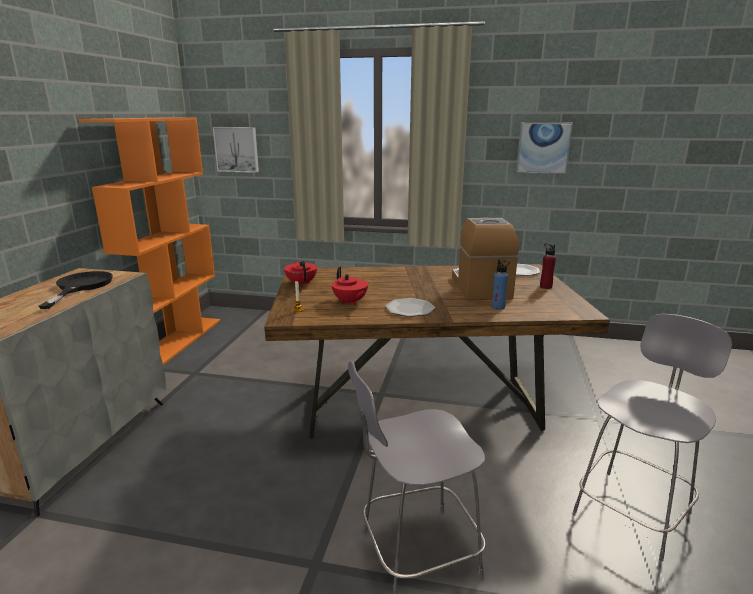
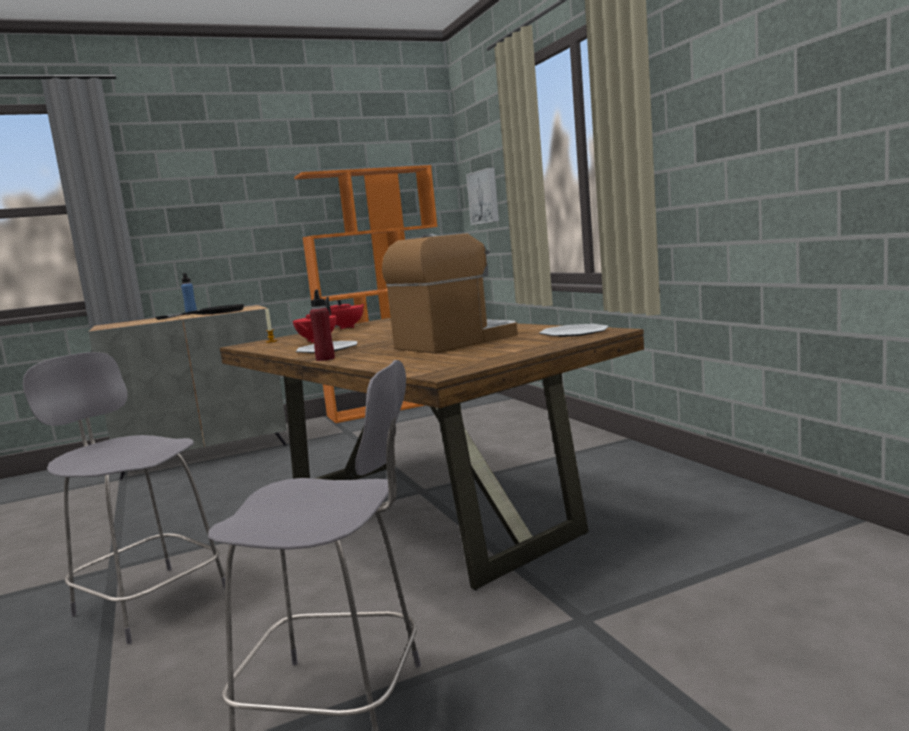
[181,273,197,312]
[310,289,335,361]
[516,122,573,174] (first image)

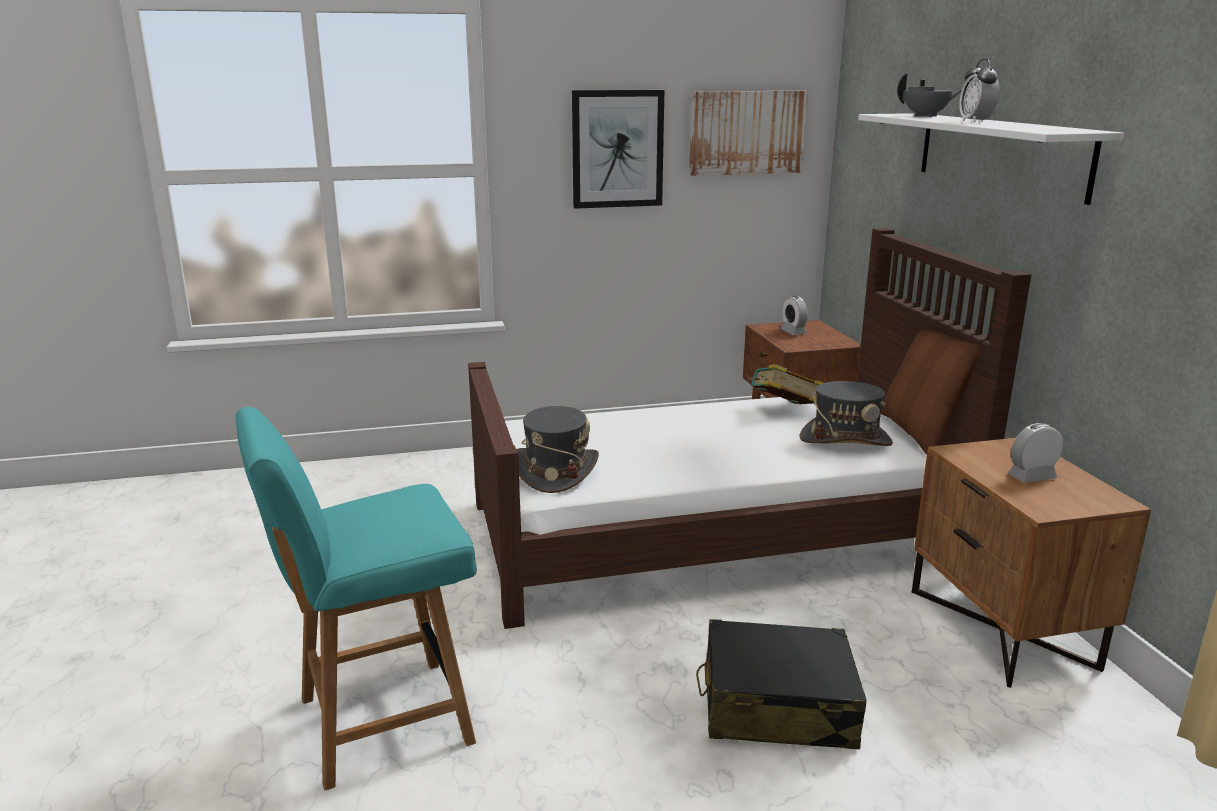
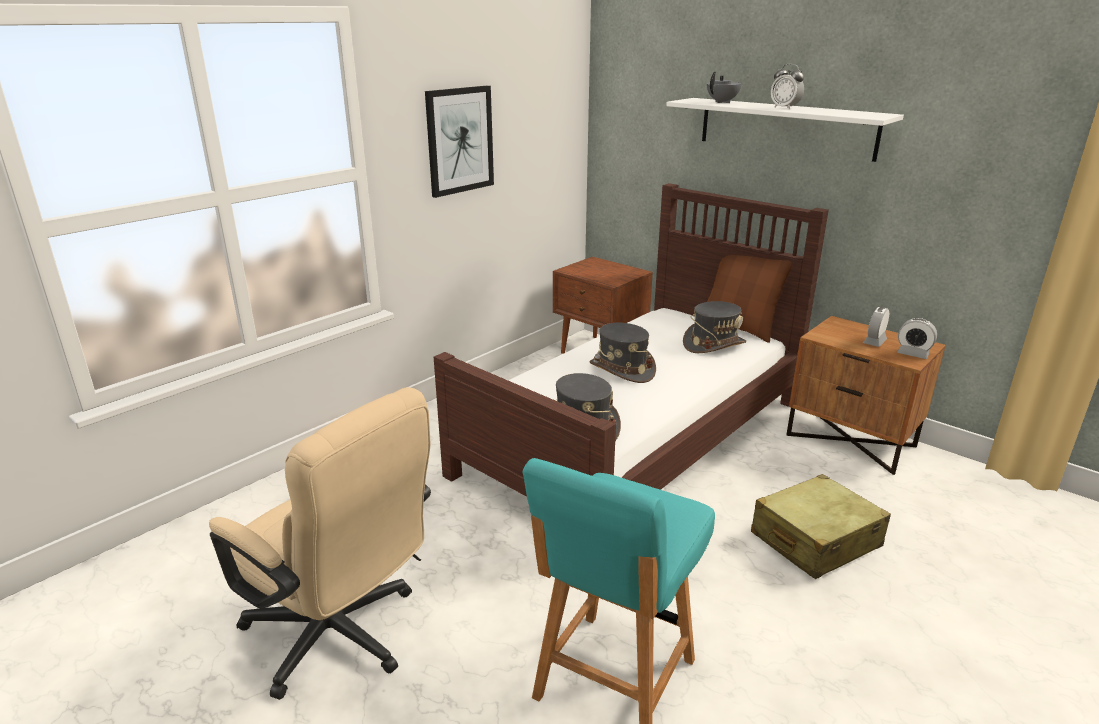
[209,387,431,700]
[590,323,656,383]
[751,474,891,579]
[897,318,937,359]
[689,91,808,176] (first image)
[748,364,823,404] (first image)

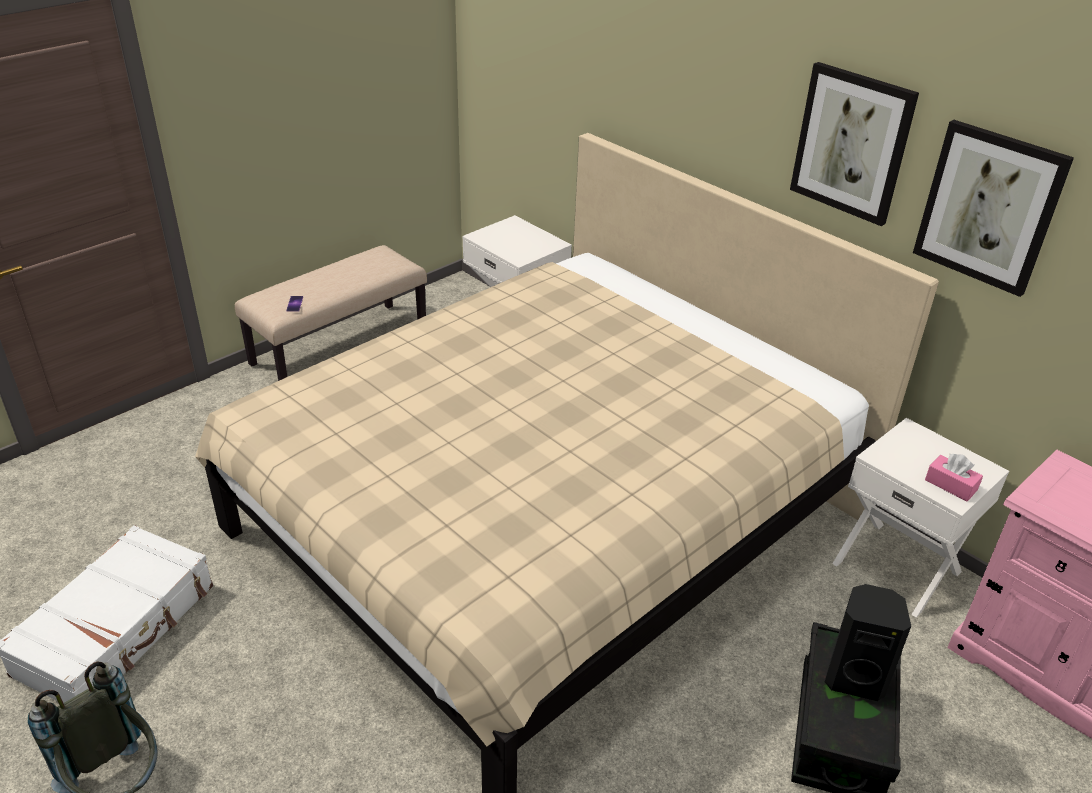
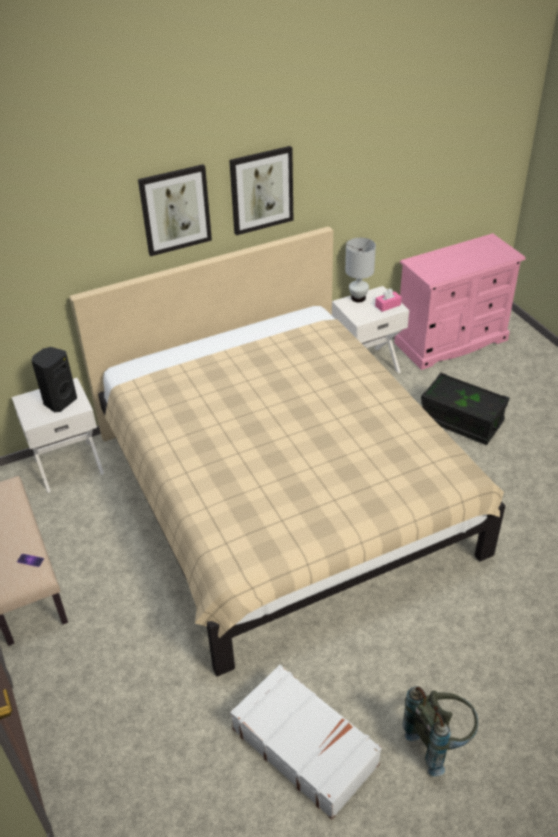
[31,347,77,412]
[138,164,212,256]
[345,238,376,302]

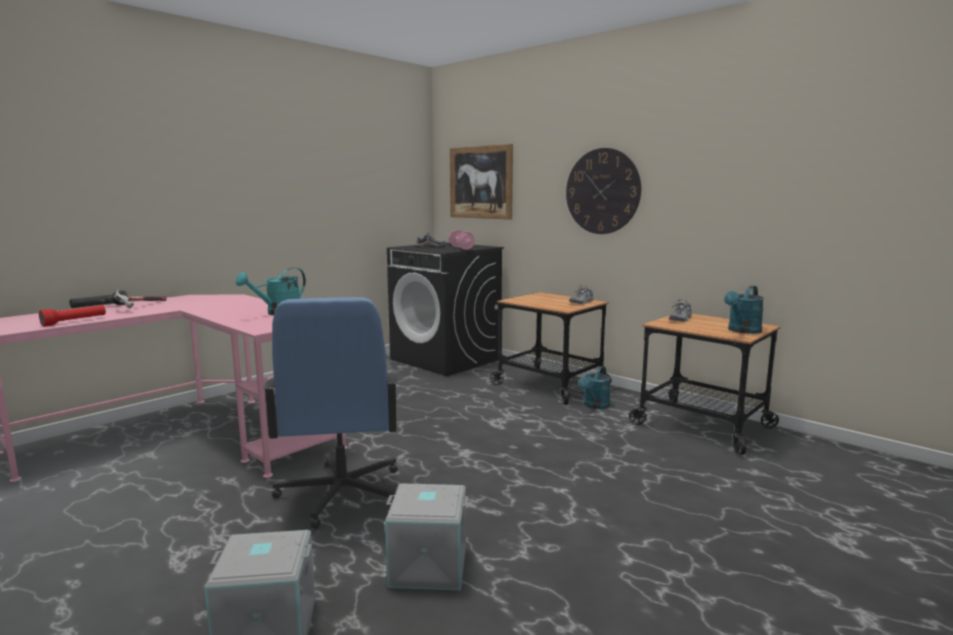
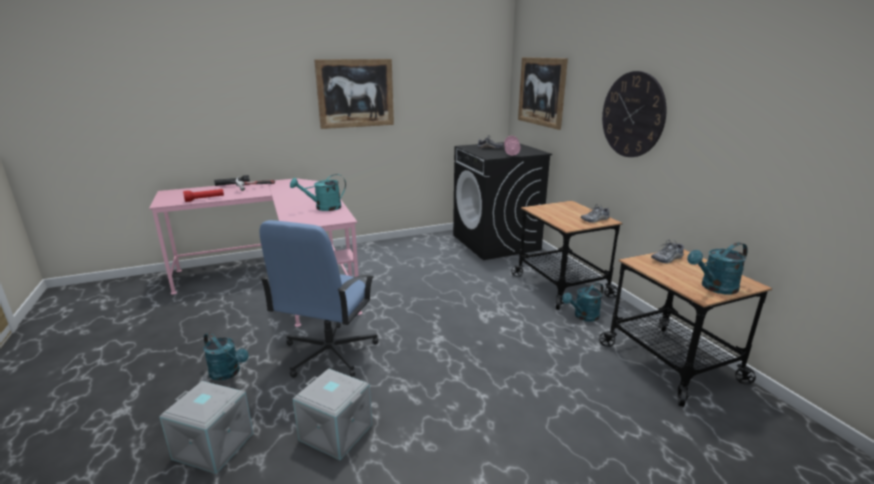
[203,332,249,381]
[314,59,394,129]

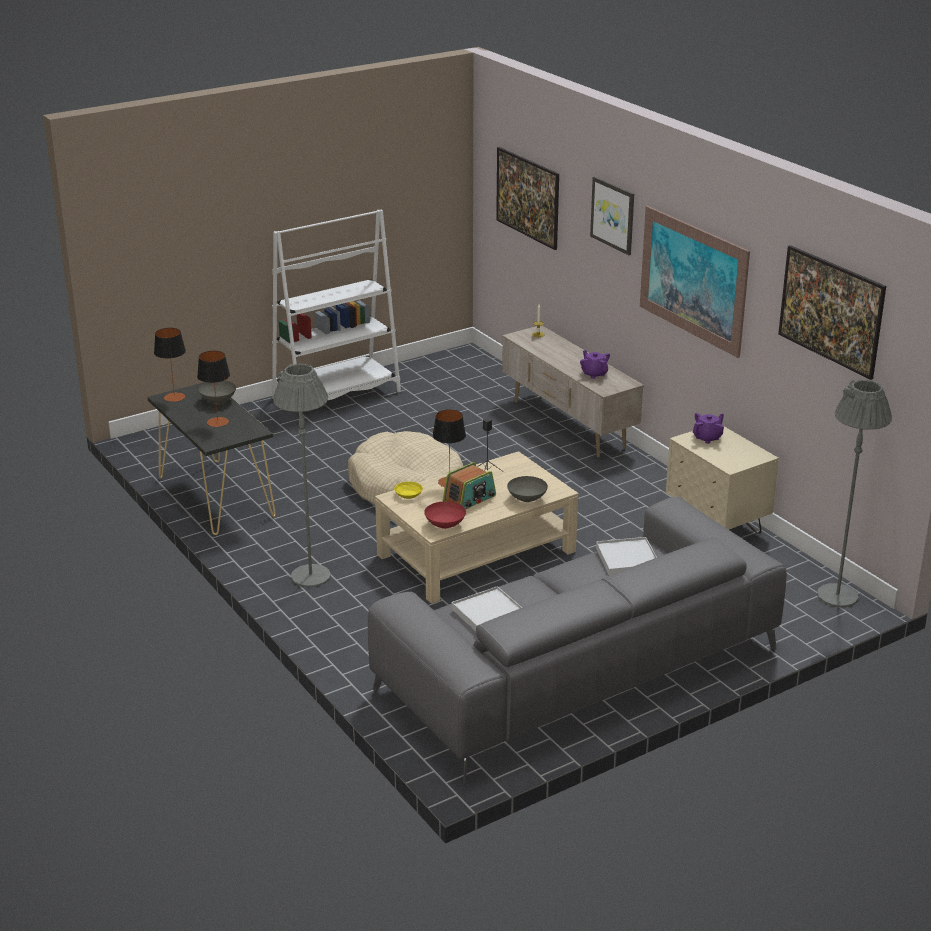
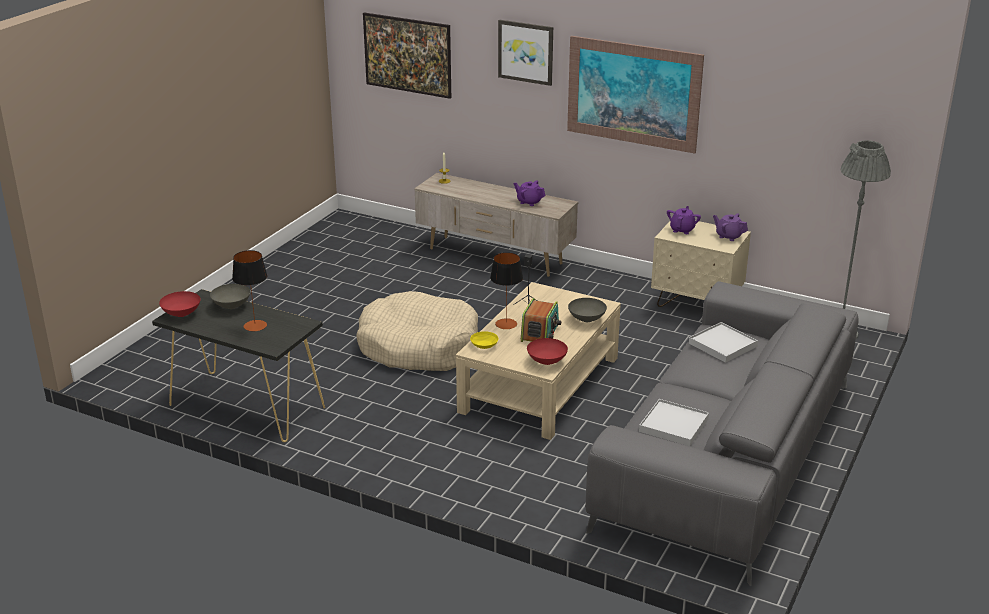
[159,291,201,317]
[713,213,748,241]
[272,210,401,416] (first image)
[273,364,331,587] (first image)
[778,245,886,380] (first image)

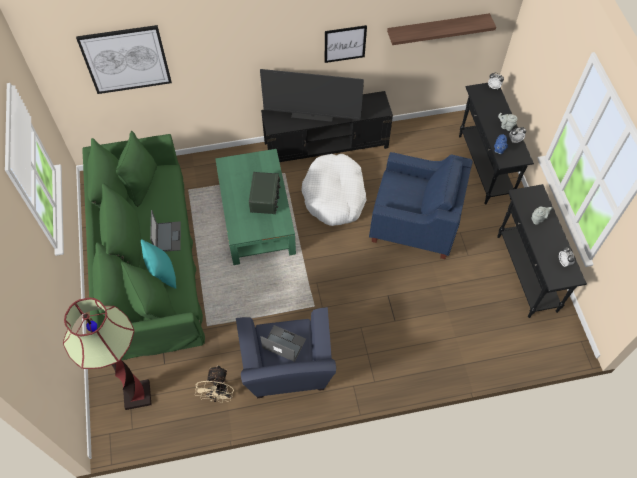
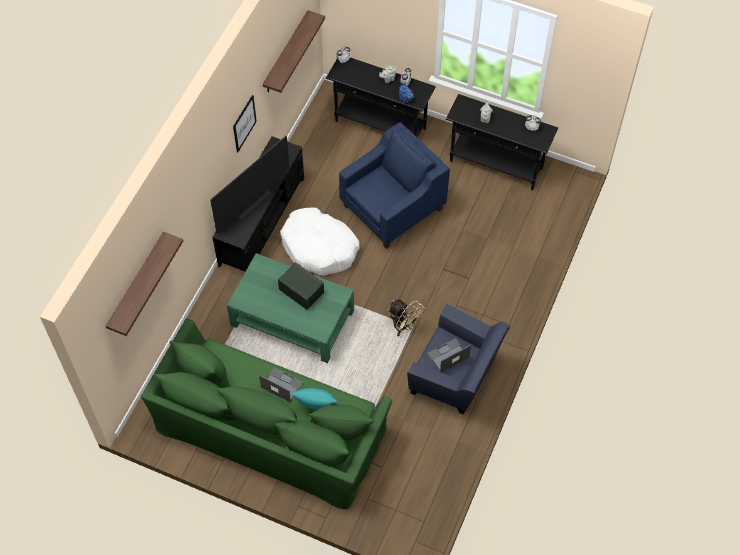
[106,232,183,336]
[388,299,424,336]
[63,298,152,410] (first image)

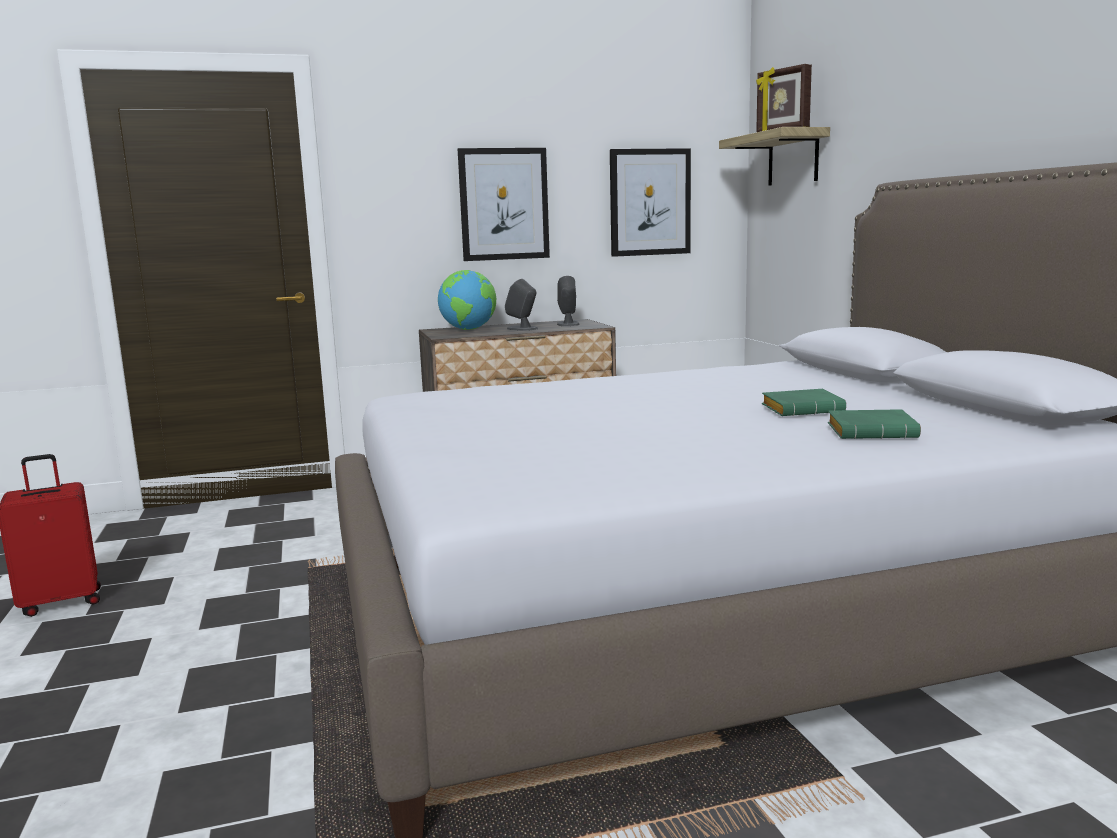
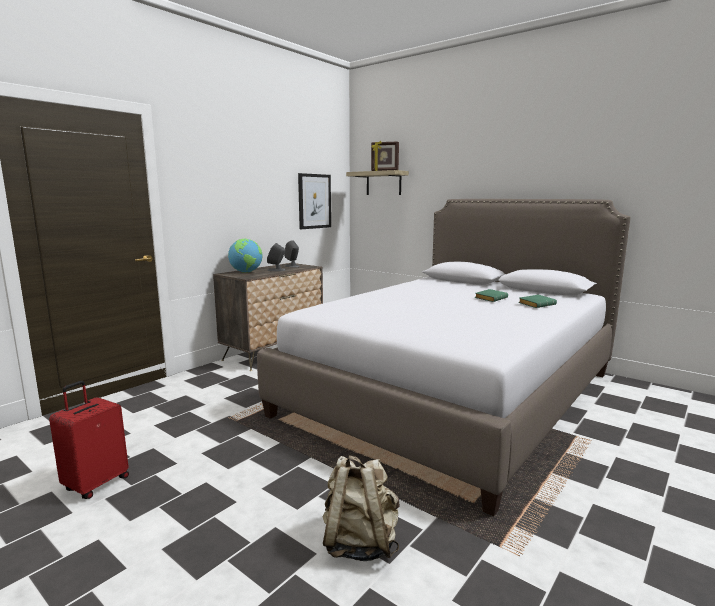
[323,455,400,561]
[458,148,550,261] (first image)

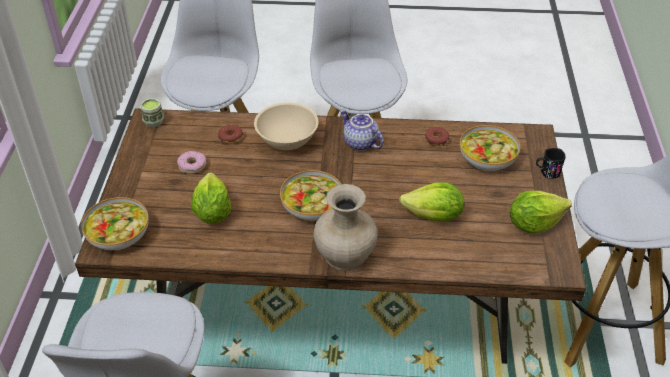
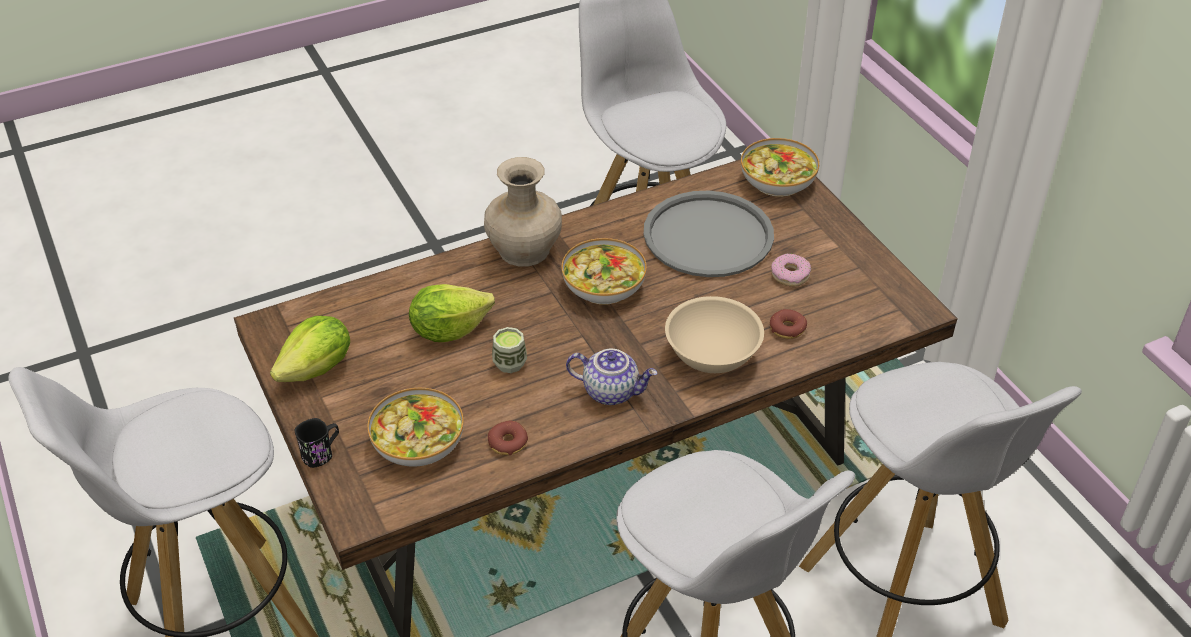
[492,327,527,373]
[644,191,774,277]

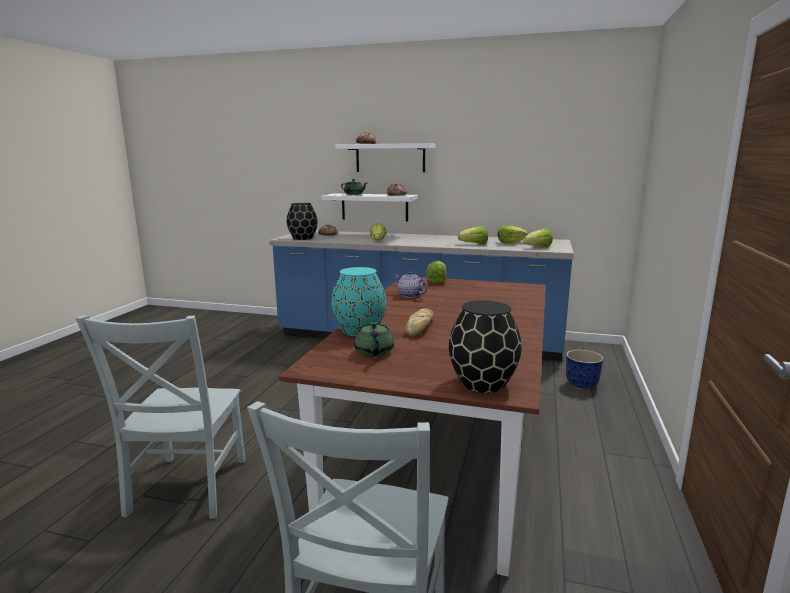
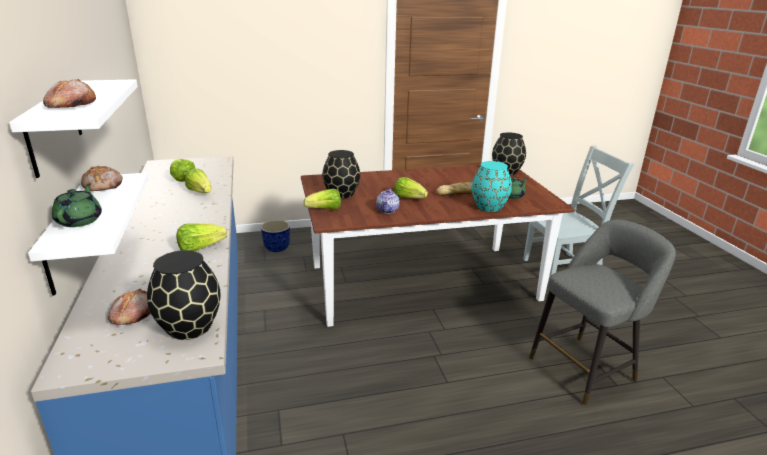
[322,150,360,199]
[394,177,428,198]
[529,220,676,405]

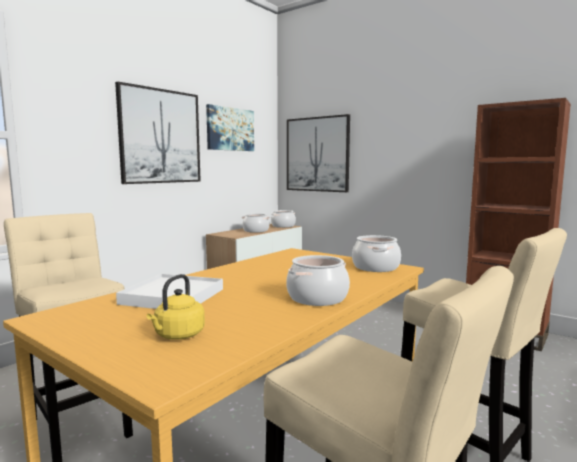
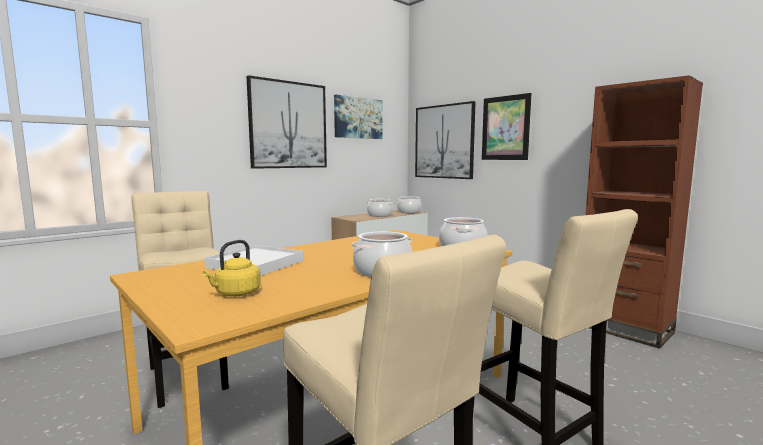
[482,93,532,160]

